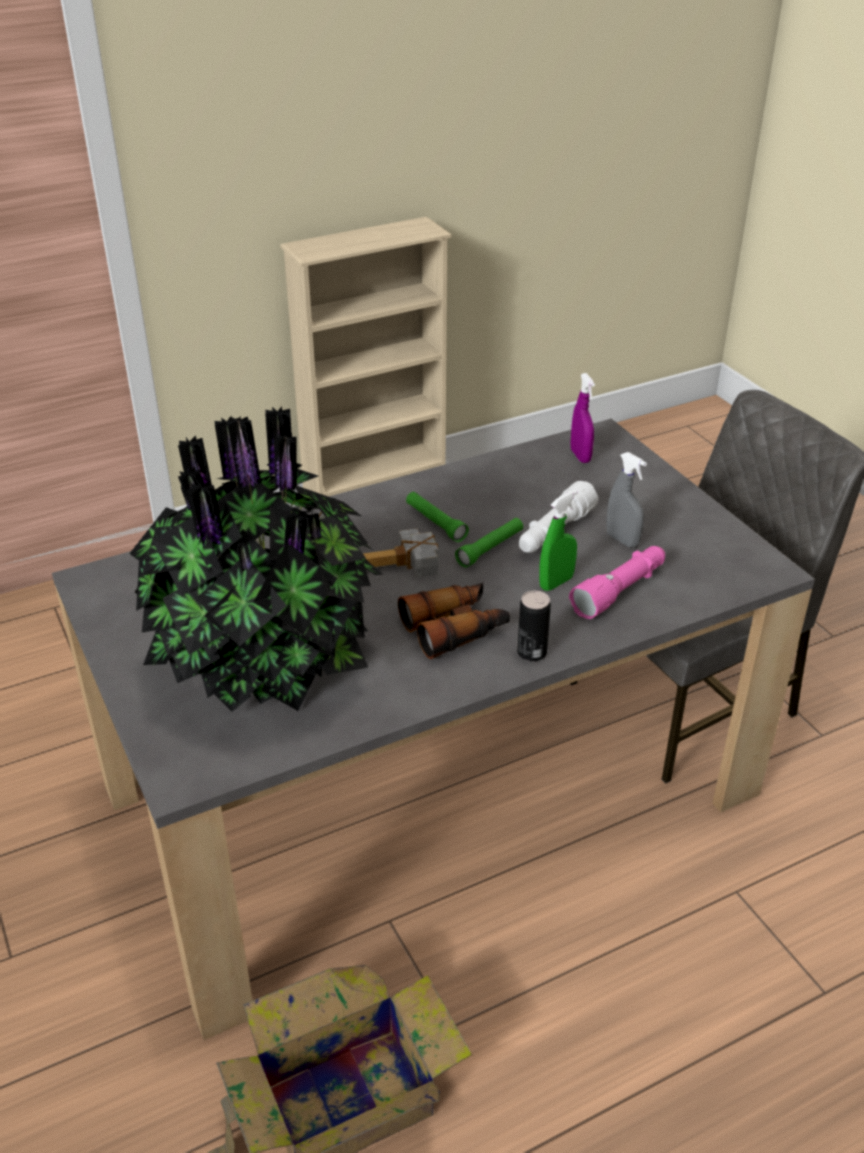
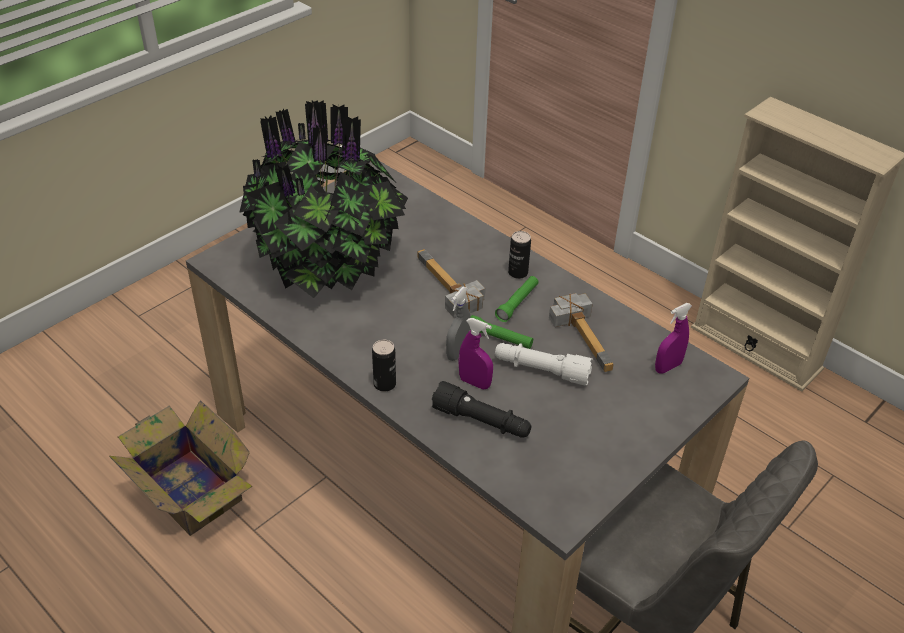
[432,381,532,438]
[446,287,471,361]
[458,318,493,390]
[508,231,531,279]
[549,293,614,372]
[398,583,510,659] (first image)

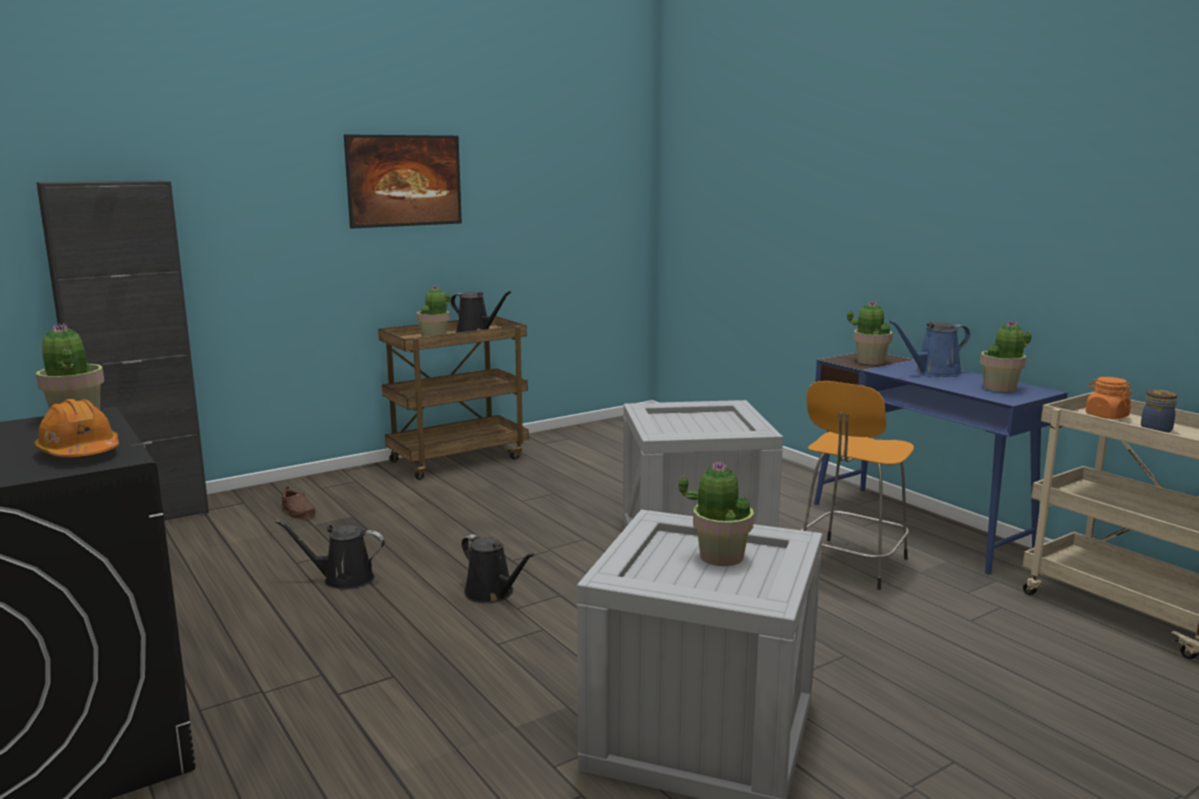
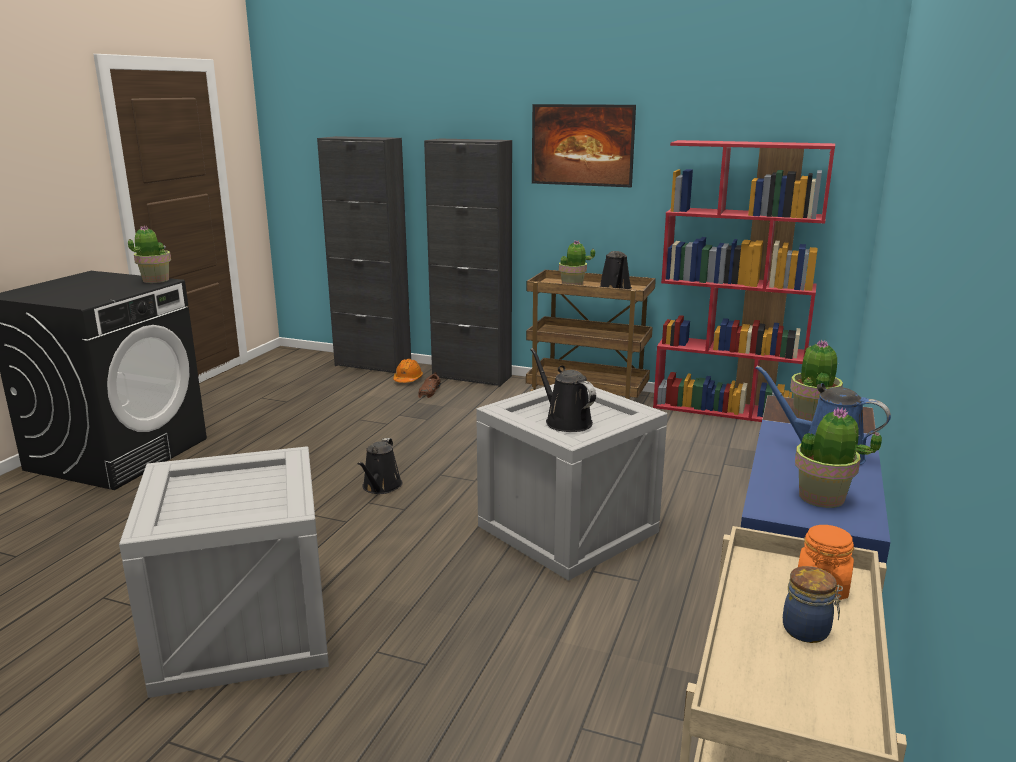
[393,359,423,383]
[424,138,512,387]
[530,348,596,432]
[653,140,835,422]
[679,461,754,566] (first image)
[801,381,914,590] (first image)

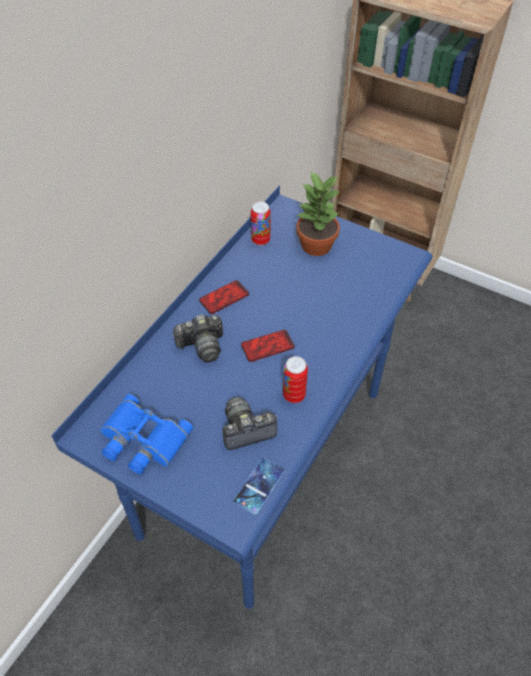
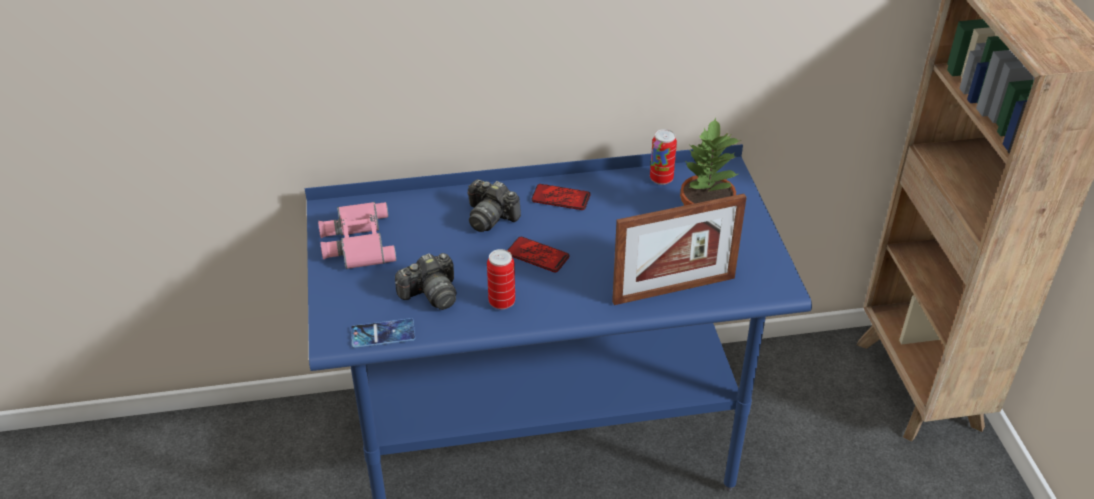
[318,202,396,269]
[395,253,457,310]
[612,194,747,305]

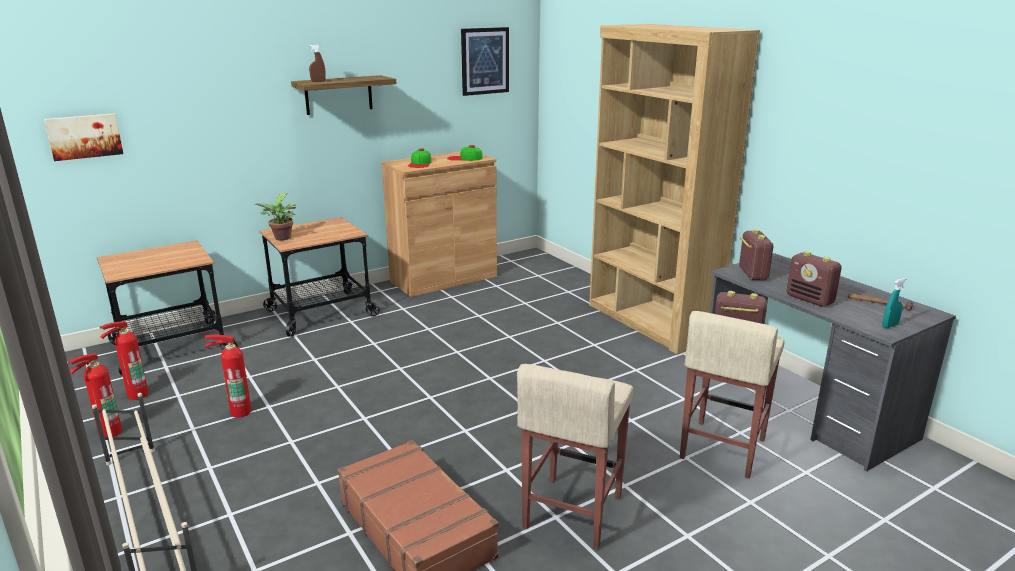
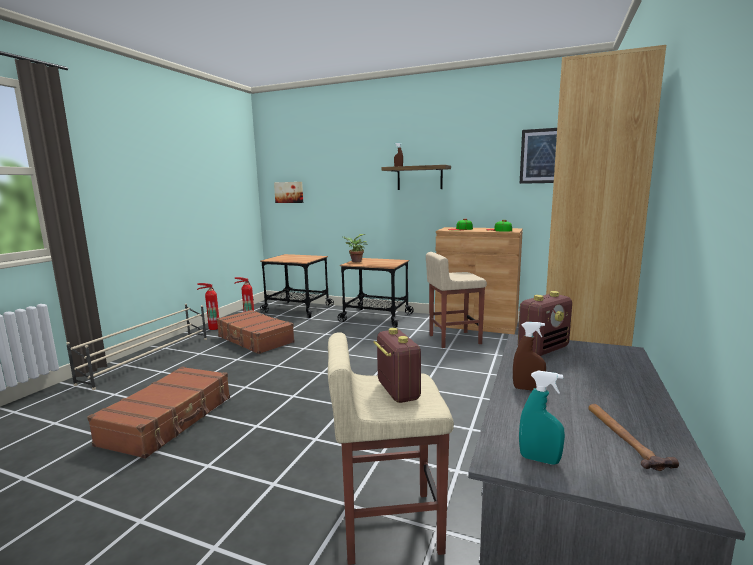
[216,310,295,354]
[426,252,487,348]
[513,322,546,391]

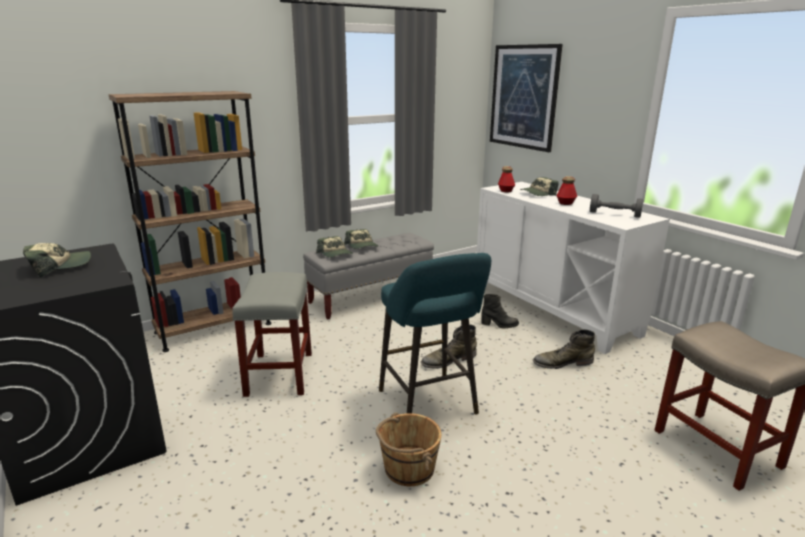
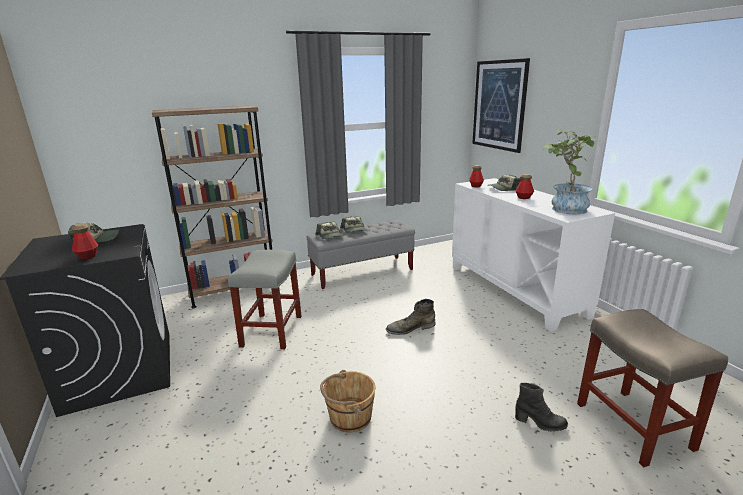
[72,223,98,260]
[515,383,568,432]
[542,129,600,214]
[379,253,491,415] (first image)
[533,329,595,369] (first image)

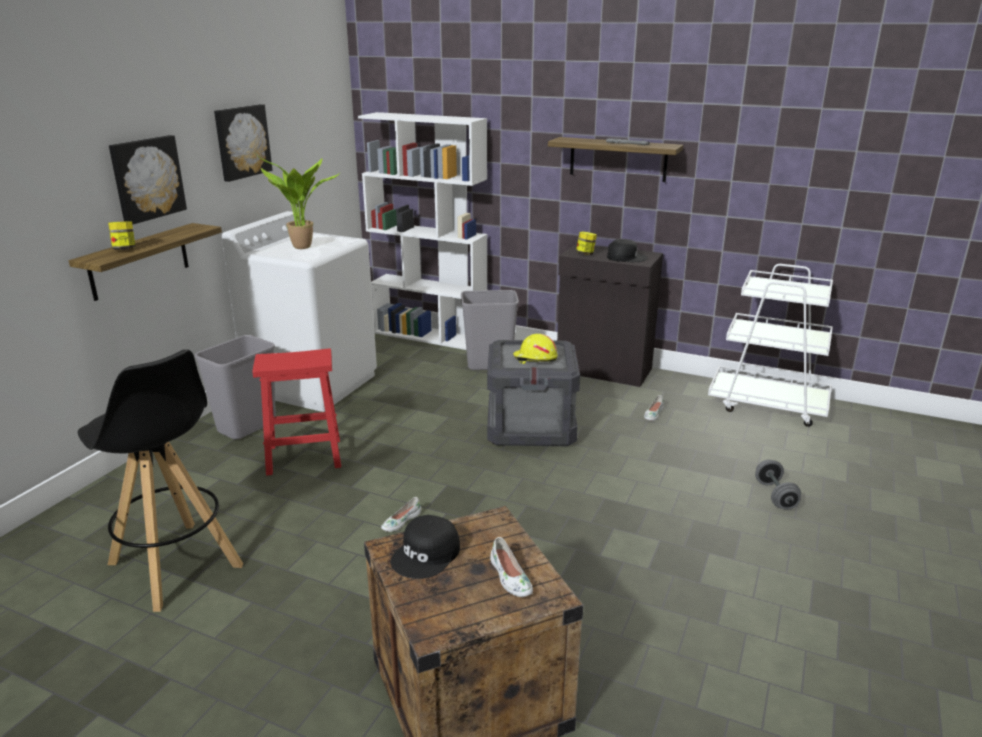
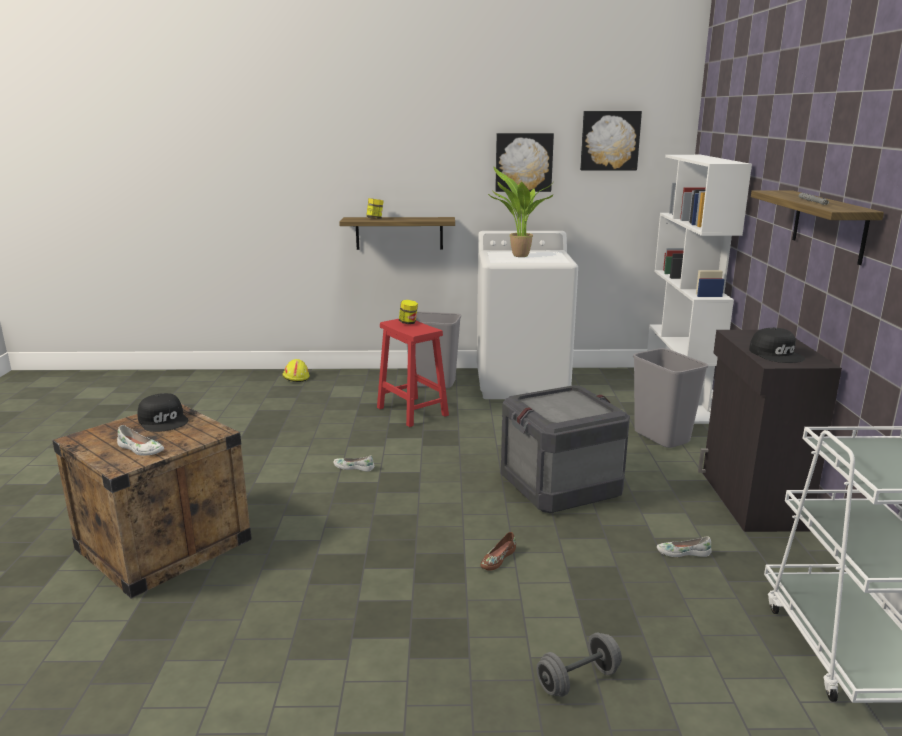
[117,425,164,456]
[137,393,189,432]
[282,359,310,382]
[399,300,418,324]
[481,532,516,571]
[580,111,642,171]
[78,349,243,612] (first image)

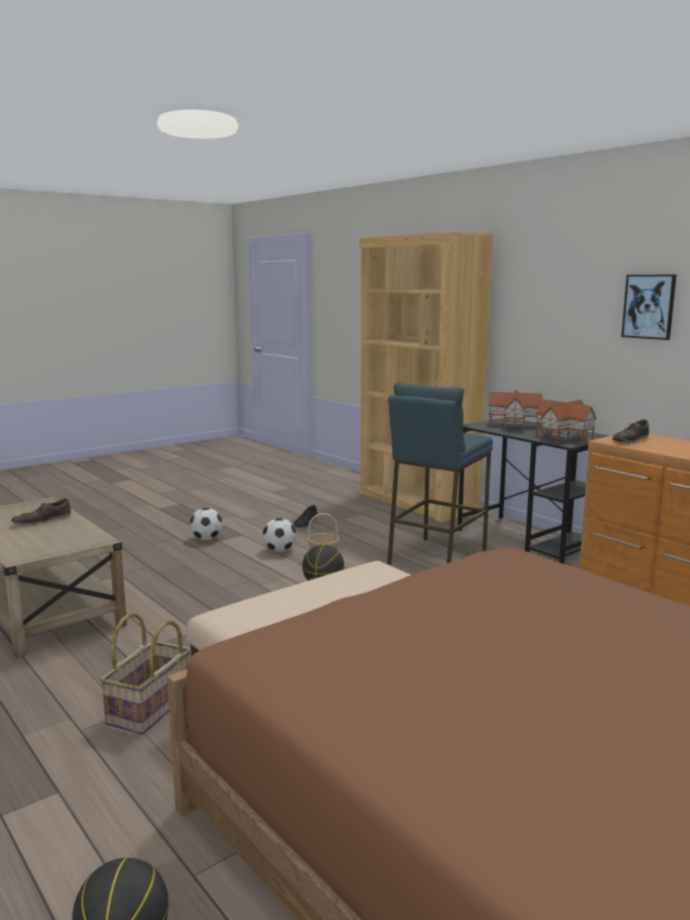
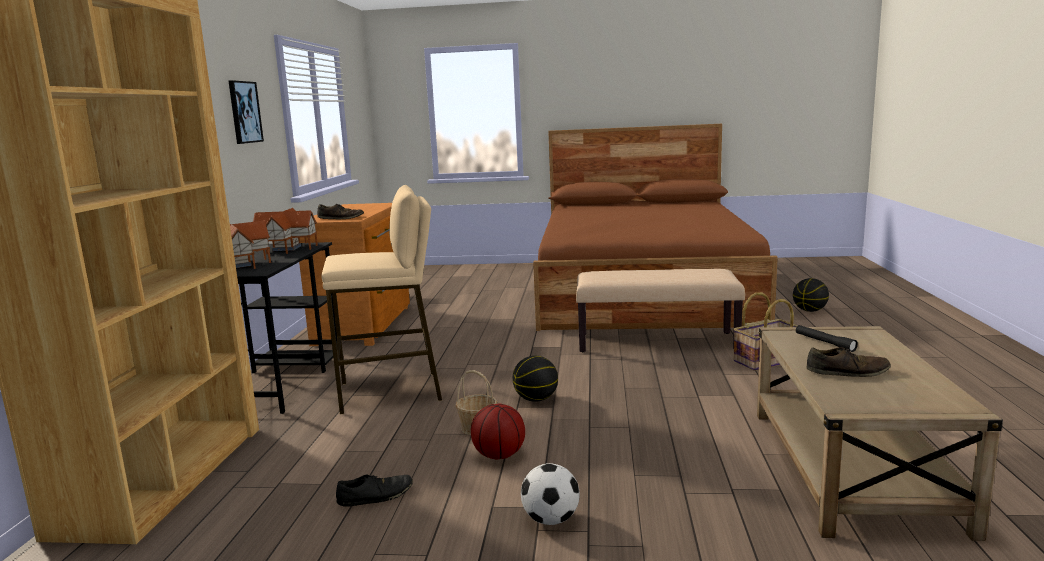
[321,185,442,415]
[471,404,525,459]
[796,325,858,352]

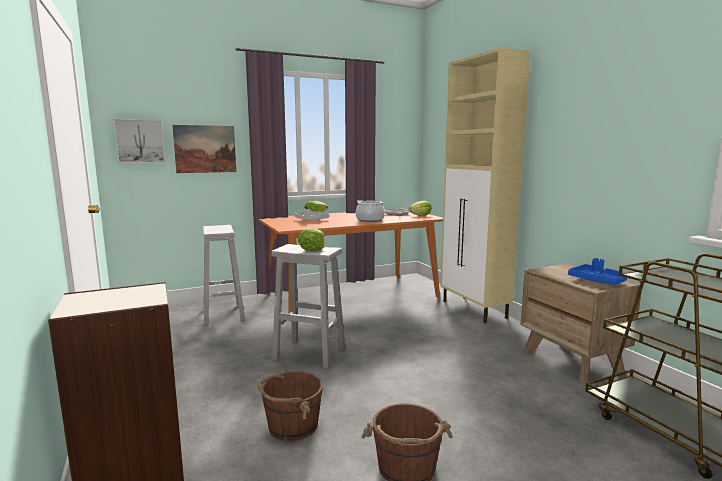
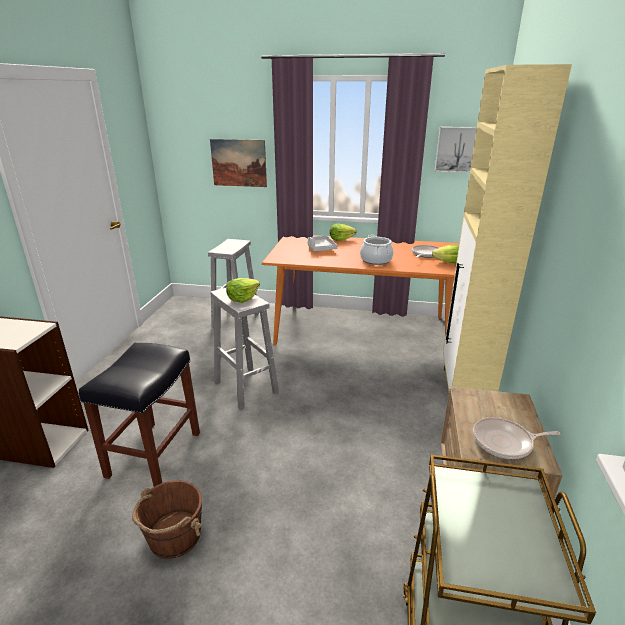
[79,343,200,487]
[435,127,477,173]
[473,417,560,459]

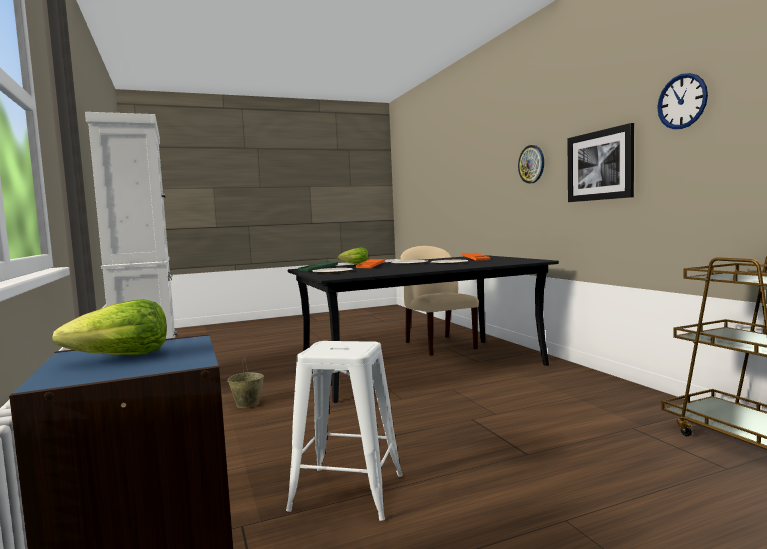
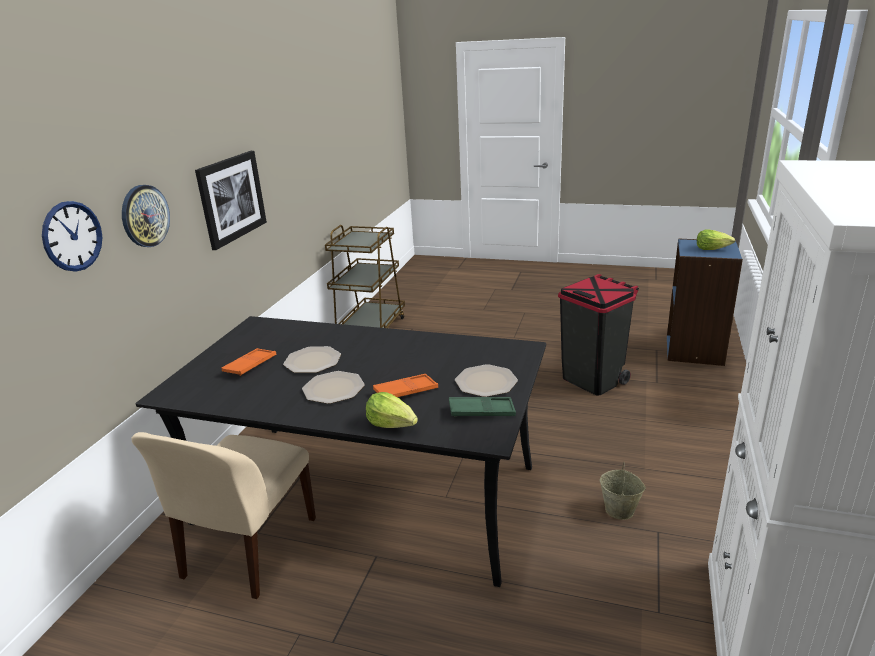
[42,201,102,272]
[558,274,639,395]

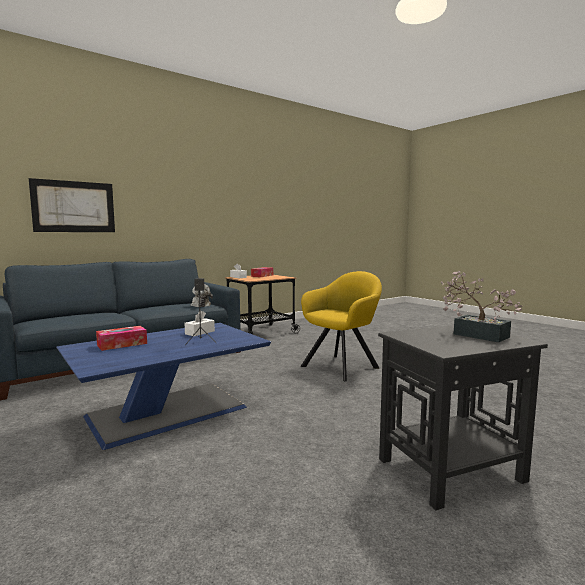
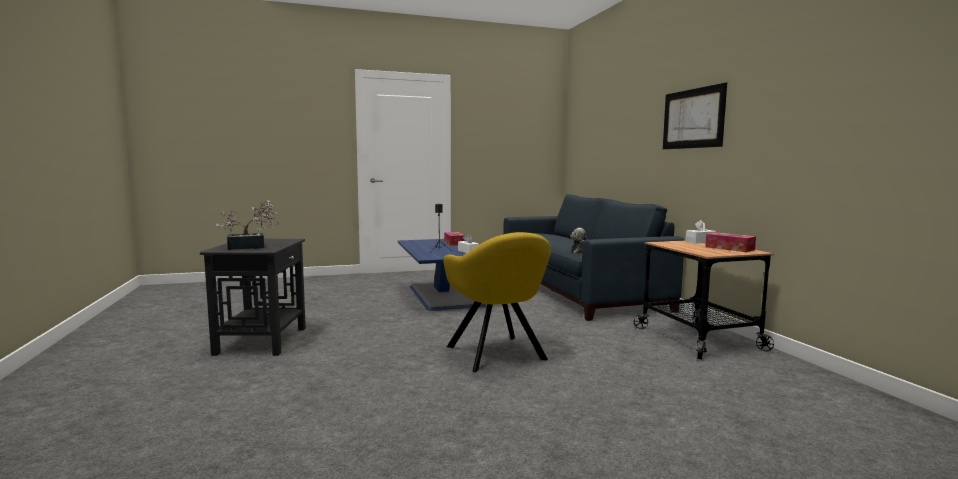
[663,83,727,149]

